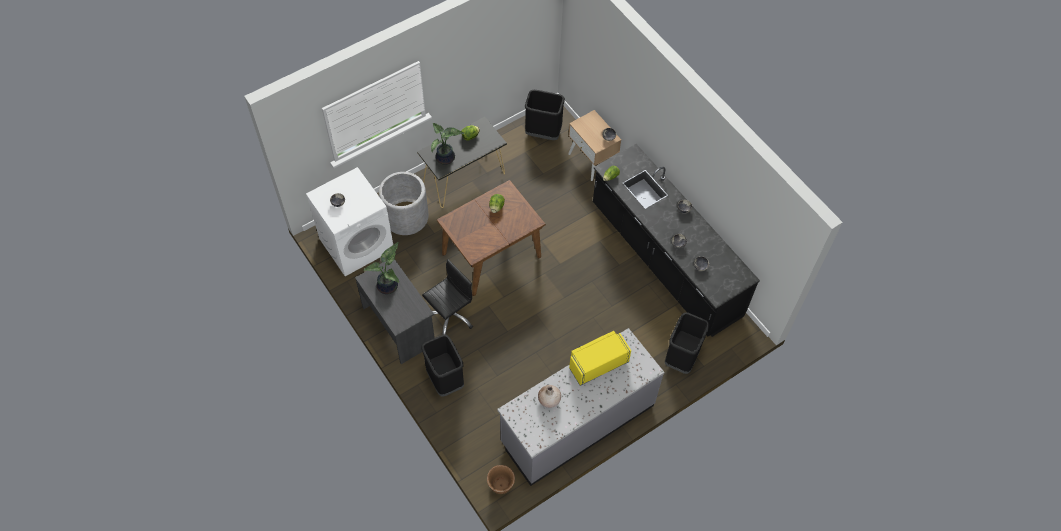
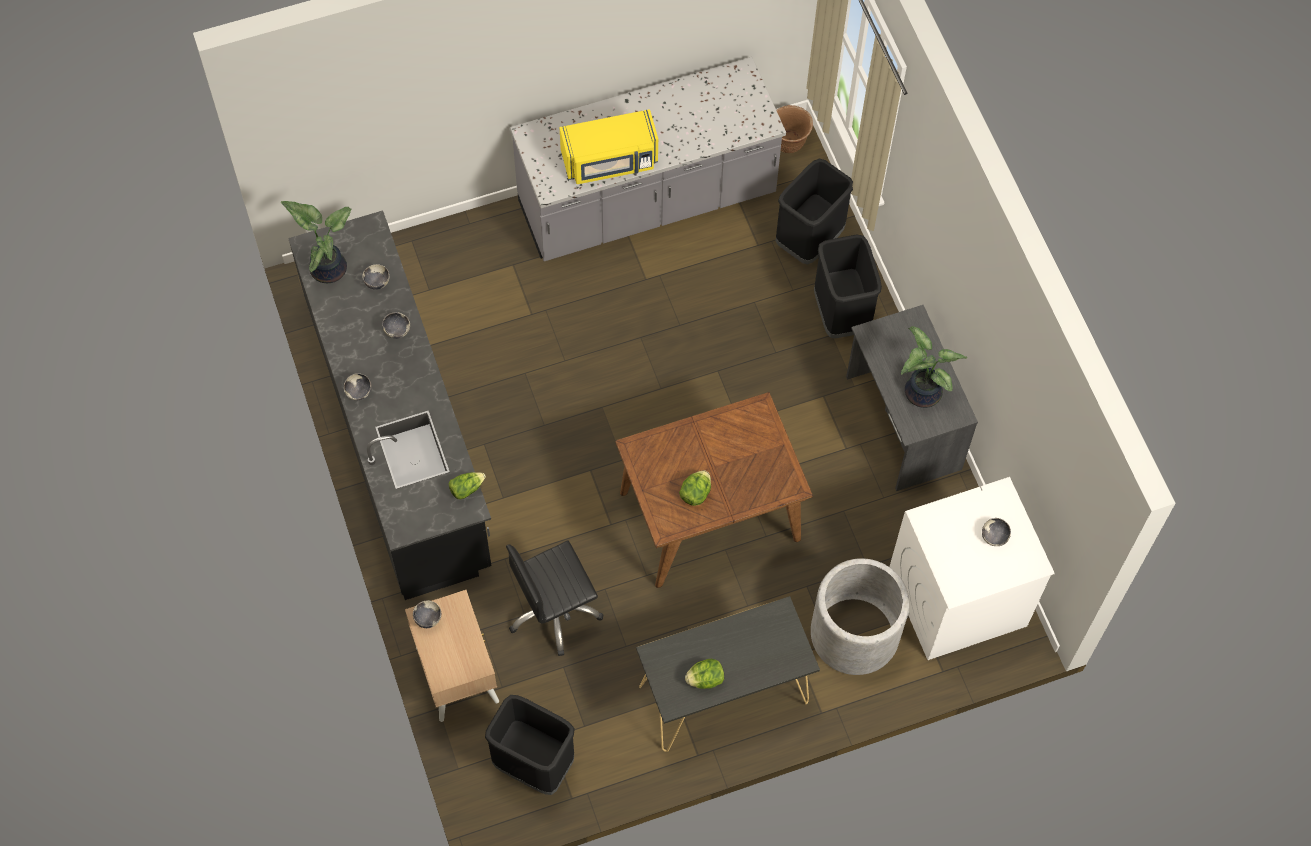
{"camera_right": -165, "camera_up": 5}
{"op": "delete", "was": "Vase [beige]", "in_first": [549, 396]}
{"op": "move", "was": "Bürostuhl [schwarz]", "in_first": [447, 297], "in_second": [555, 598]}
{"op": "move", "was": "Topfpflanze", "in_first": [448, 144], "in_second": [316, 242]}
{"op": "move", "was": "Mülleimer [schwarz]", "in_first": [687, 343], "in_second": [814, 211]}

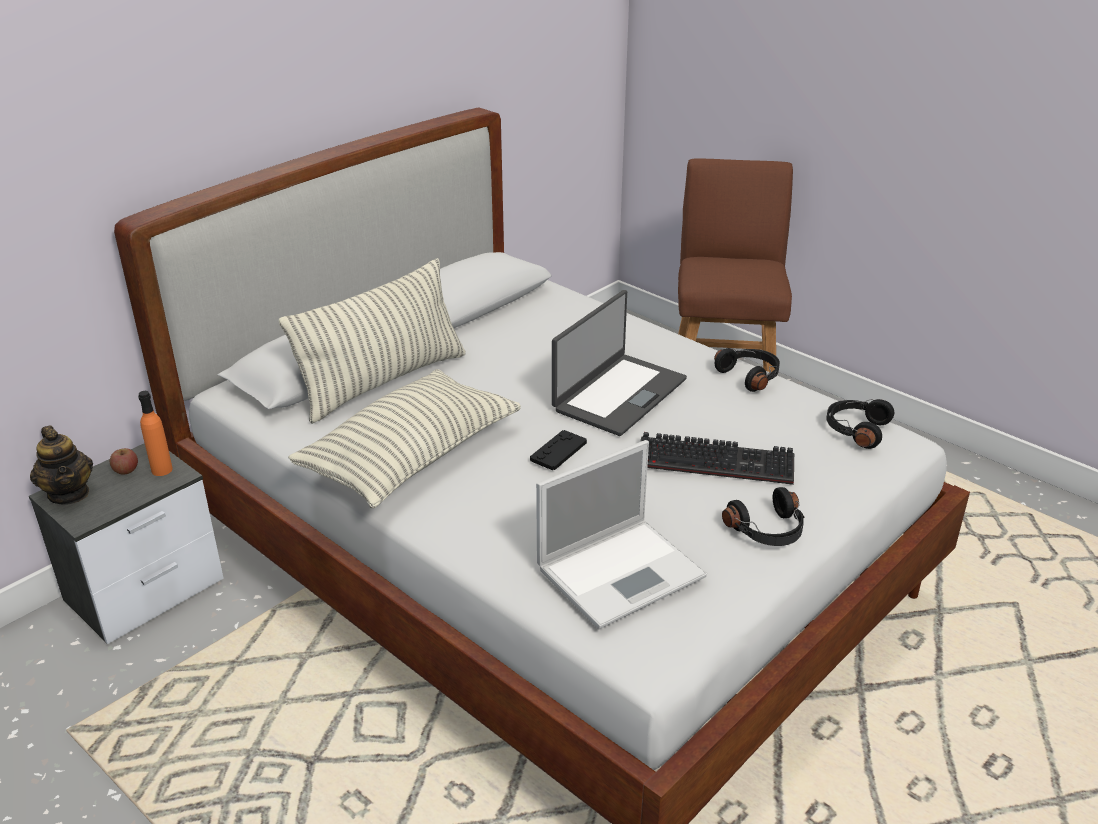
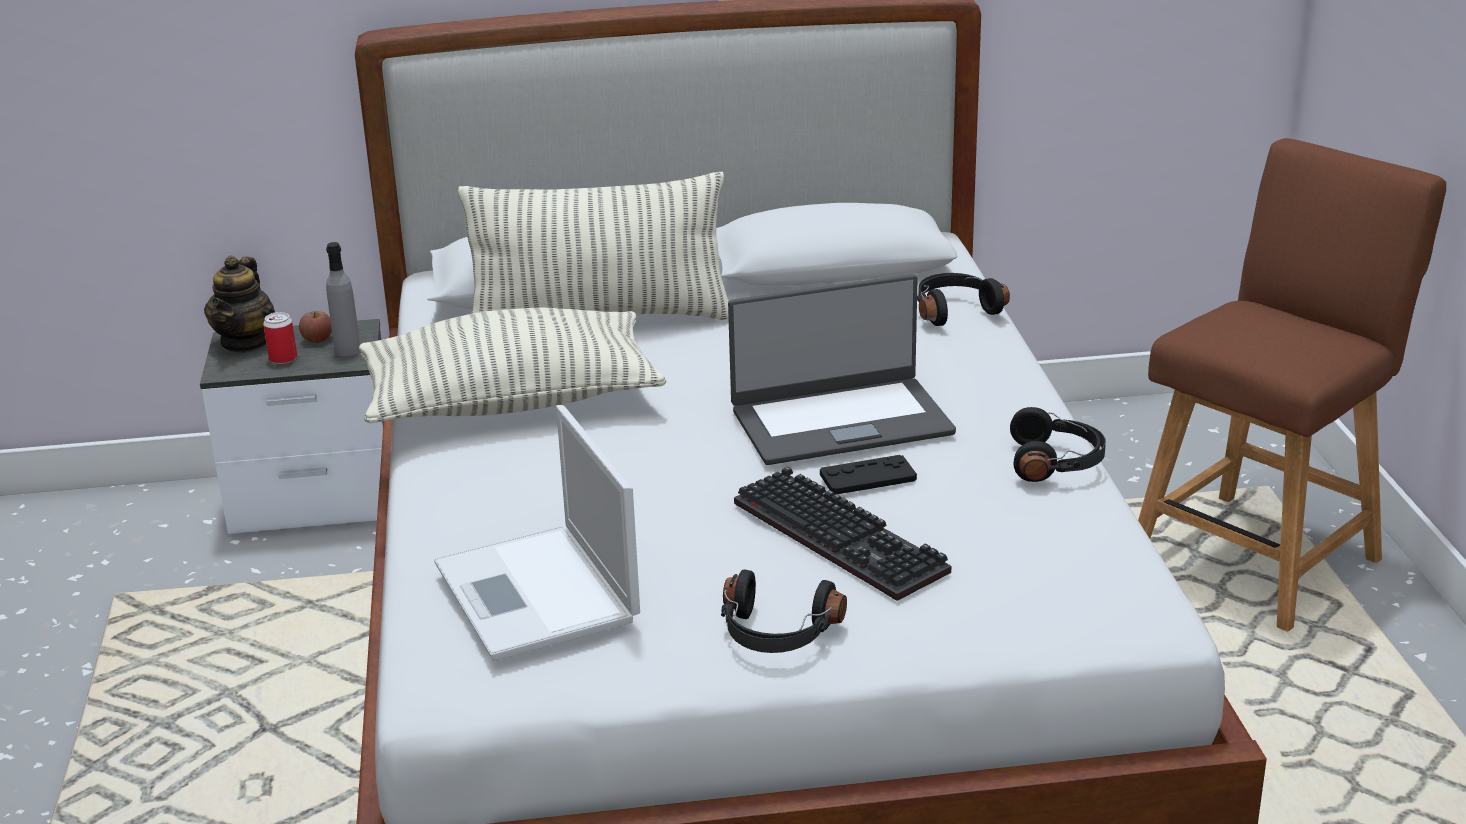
{"camera_right": 40, "camera_up": -5}
{"op": "insert", "now": "Dose", "in_second": [280, 338]}
{"op": "move", "was": "Gamepad [schwarz]", "in_first": [558, 450], "in_second": [868, 474]}
{"op": "move", "was": "Kopfhörer [schwarz]", "in_first": [860, 424], "in_second": [963, 299]}
{"op": "recolor", "was": "Flasche [orange]", "now": "Flasche [grau]", "in_first": [155, 433], "in_second": [343, 299]}
{"op": "rotate", "was": "Laptop", "in_first": [621, 534], "in_second": [537, 533], "clockwise": 60}

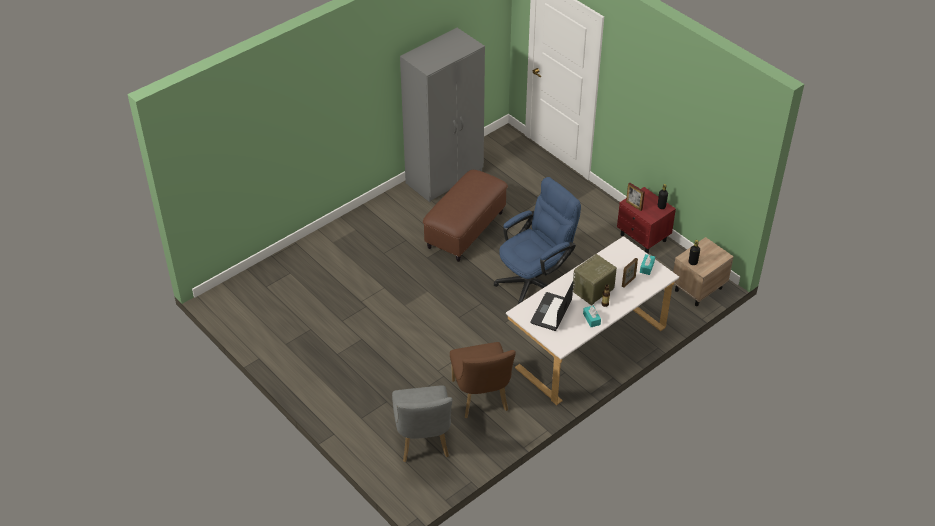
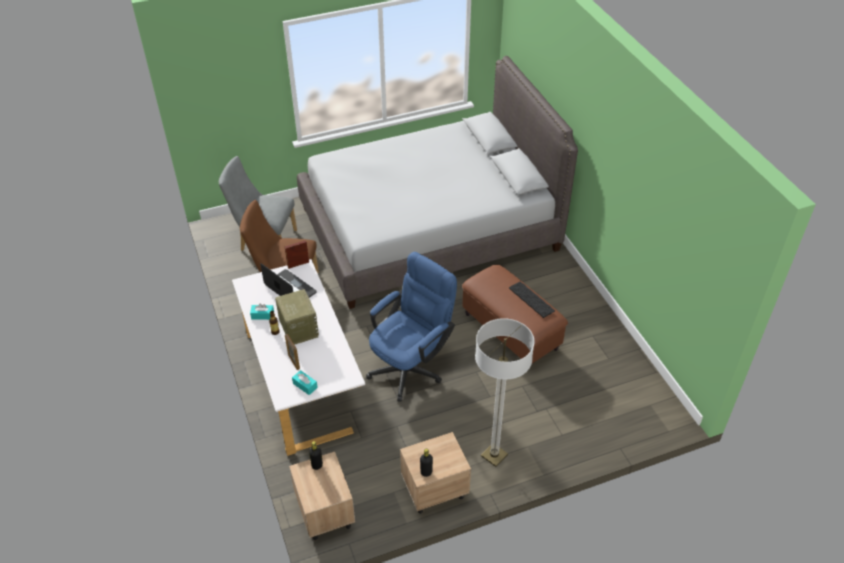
{"camera_right": 110, "camera_up": 0}
{"op": "delete", "was": "Kleiderschrank [grau]", "in_first": [442, 115]}
{"op": "insert", "now": "Bett [grau]", "in_second": [437, 182]}
{"op": "insert", "now": "Stehlampe", "in_second": [505, 392]}
{"op": "insert", "now": "Tastatur", "in_second": [532, 299]}
{"op": "move", "was": "Bilderrahmen", "in_first": [635, 197], "in_second": [297, 254]}
{"op": "recolor", "was": "Nachttisch [rot]", "now": "Nachttisch [beige]", "in_first": [646, 220], "in_second": [435, 473]}
{"op": "rotate", "was": "Bürostuhl [blau]", "in_first": [537, 240], "in_second": [411, 327], "clockwise": -120}

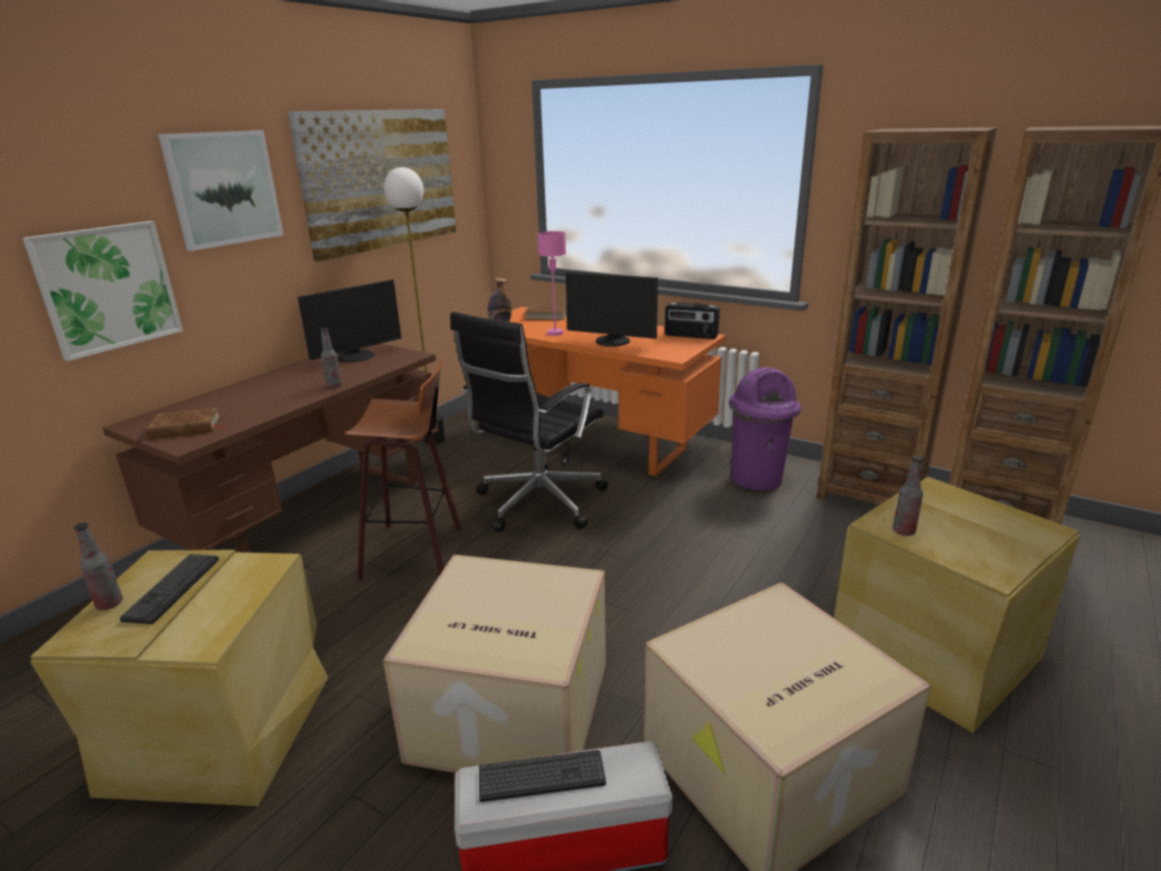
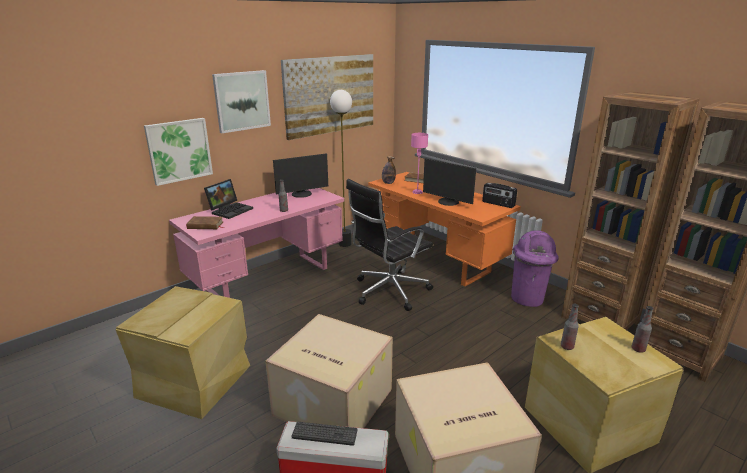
{"camera_right": 15, "camera_up": 0}
{"op": "delete", "was": "Tastatur", "in_first": [169, 589]}
{"op": "delete", "was": "Hocker", "in_first": [403, 470]}
{"op": "insert", "now": "Laptop", "in_second": [228, 199]}
{"op": "move", "was": "Flasche", "in_first": [98, 566], "in_second": [643, 329]}
{"op": "recolor", "was": "Schreibtisch [braun]", "now": "Schreibtisch [rosa]", "in_first": [270, 448], "in_second": [256, 243]}

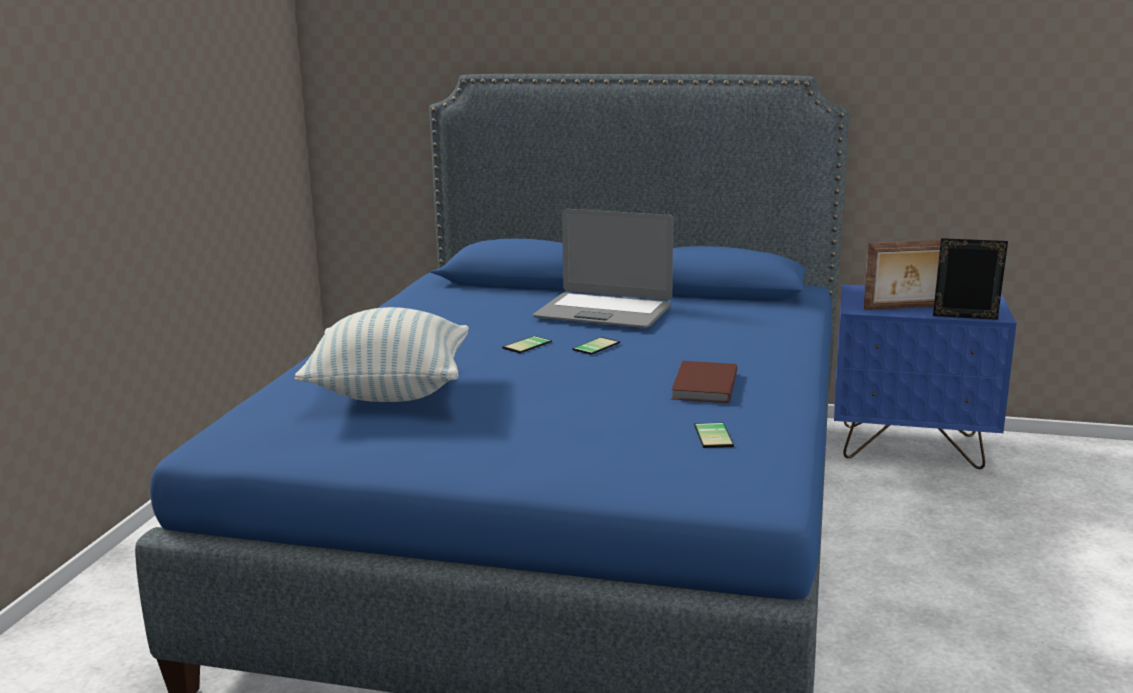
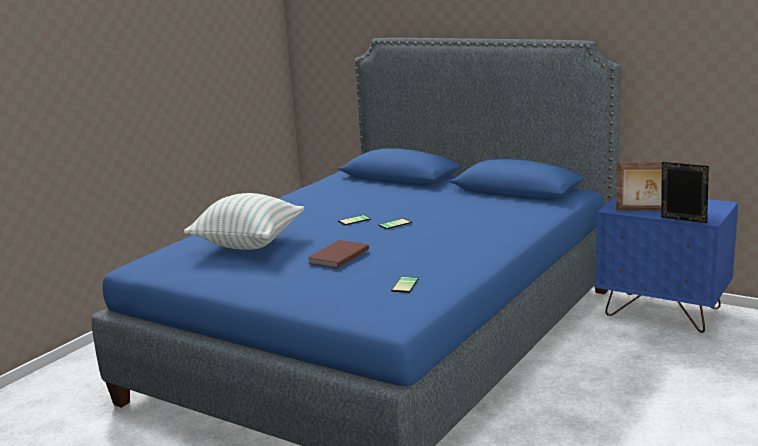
{"camera_right": 20, "camera_up": 0}
{"op": "delete", "was": "Laptop", "in_first": [603, 268]}
{"op": "move", "was": "Buch [braun]", "in_first": [704, 382], "in_second": [338, 254]}

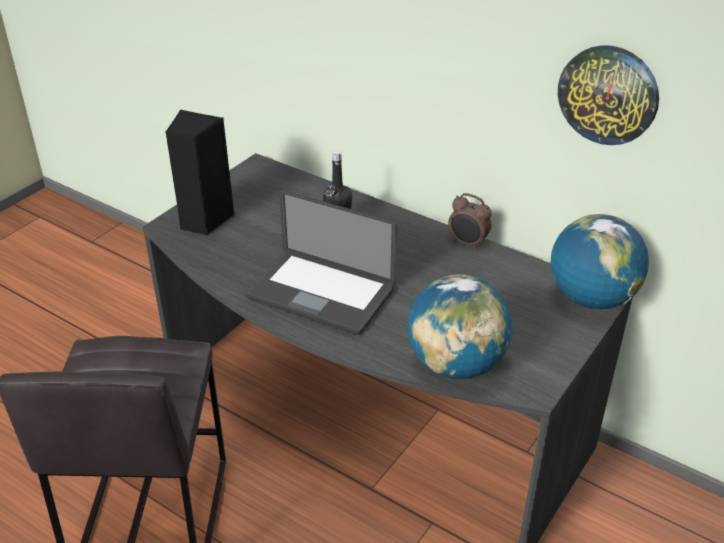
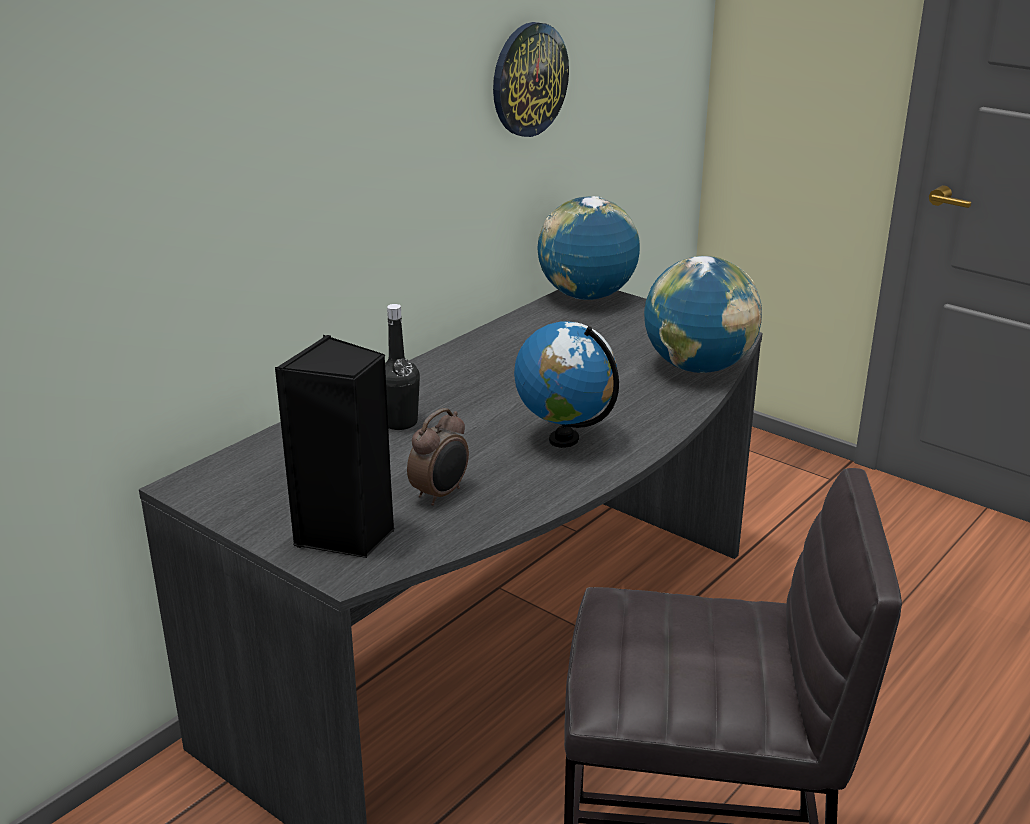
{"camera_right": -85, "camera_up": -10}
{"op": "move", "was": "Wecker", "in_first": [470, 221], "in_second": [438, 457]}
{"op": "replace", "was": "Laptop", "now": "Globus", "in_first": [321, 262], "in_second": [566, 384]}

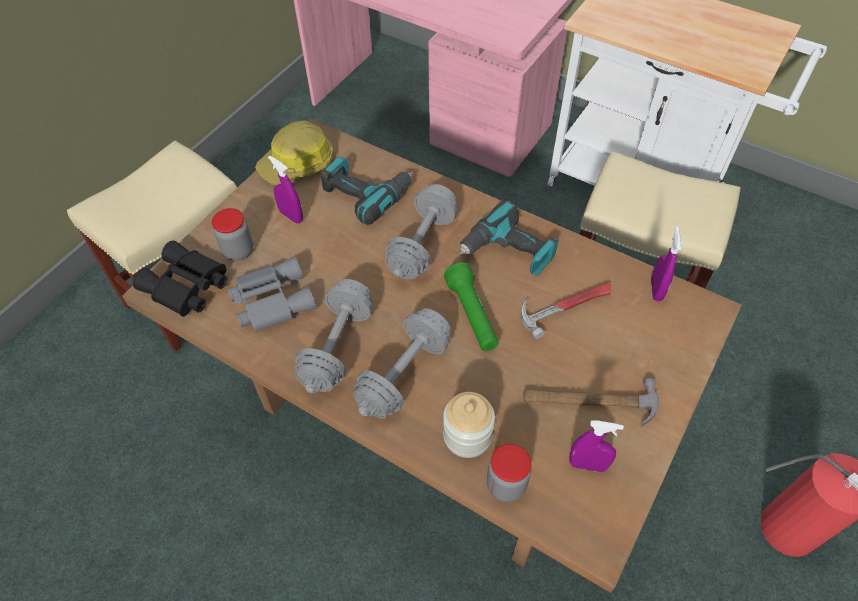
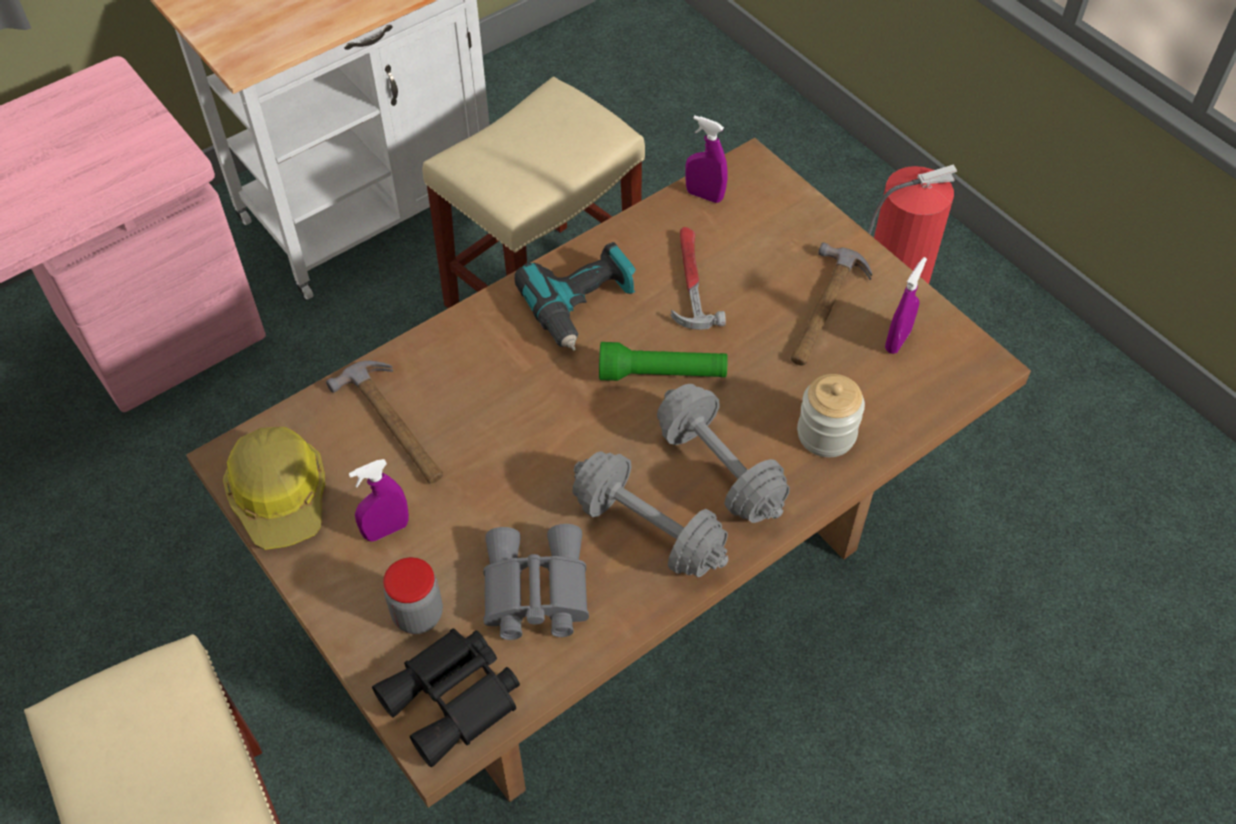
{"camera_right": -70, "camera_up": 0}
{"op": "delete", "was": "Hantel [grau]", "in_first": [421, 231]}
{"op": "delete", "was": "Vorratsglas", "in_first": [509, 473]}
{"op": "replace", "was": "Bohrmaschine", "now": "Hammer", "in_first": [367, 190], "in_second": [384, 422]}

